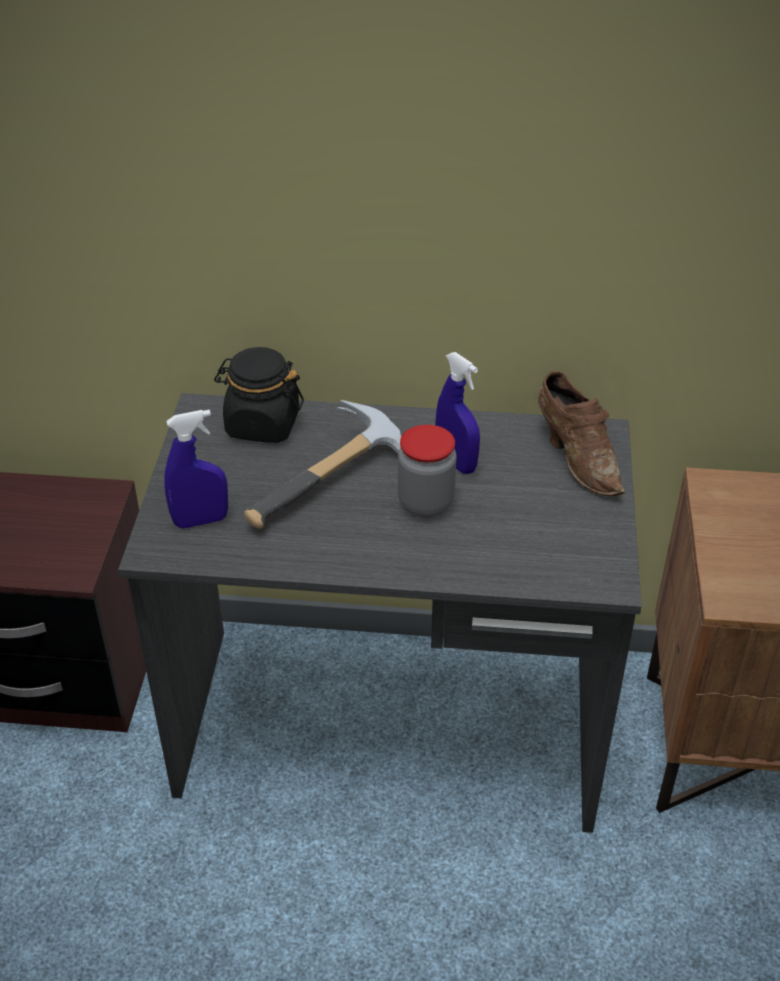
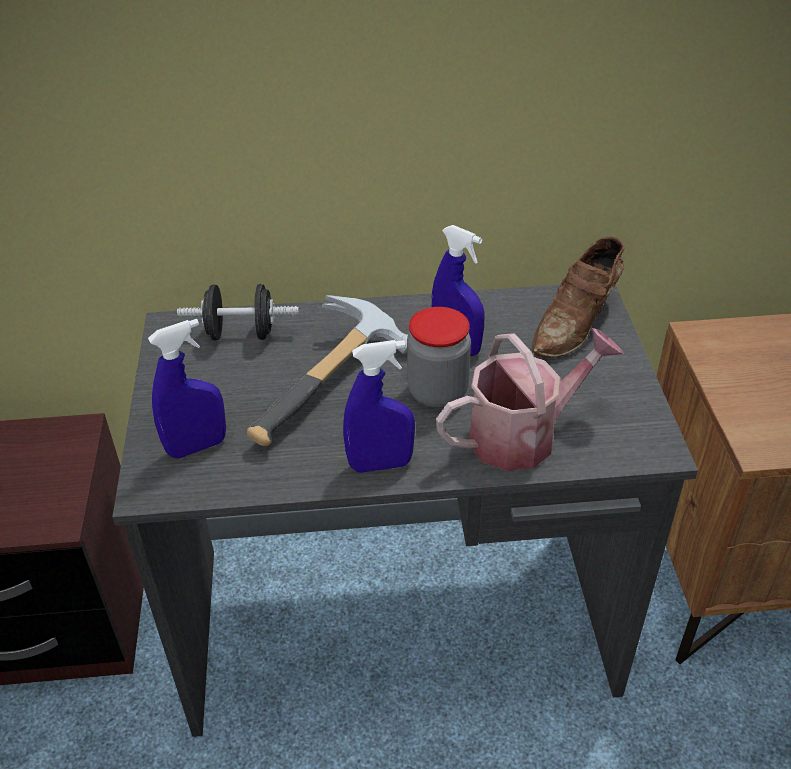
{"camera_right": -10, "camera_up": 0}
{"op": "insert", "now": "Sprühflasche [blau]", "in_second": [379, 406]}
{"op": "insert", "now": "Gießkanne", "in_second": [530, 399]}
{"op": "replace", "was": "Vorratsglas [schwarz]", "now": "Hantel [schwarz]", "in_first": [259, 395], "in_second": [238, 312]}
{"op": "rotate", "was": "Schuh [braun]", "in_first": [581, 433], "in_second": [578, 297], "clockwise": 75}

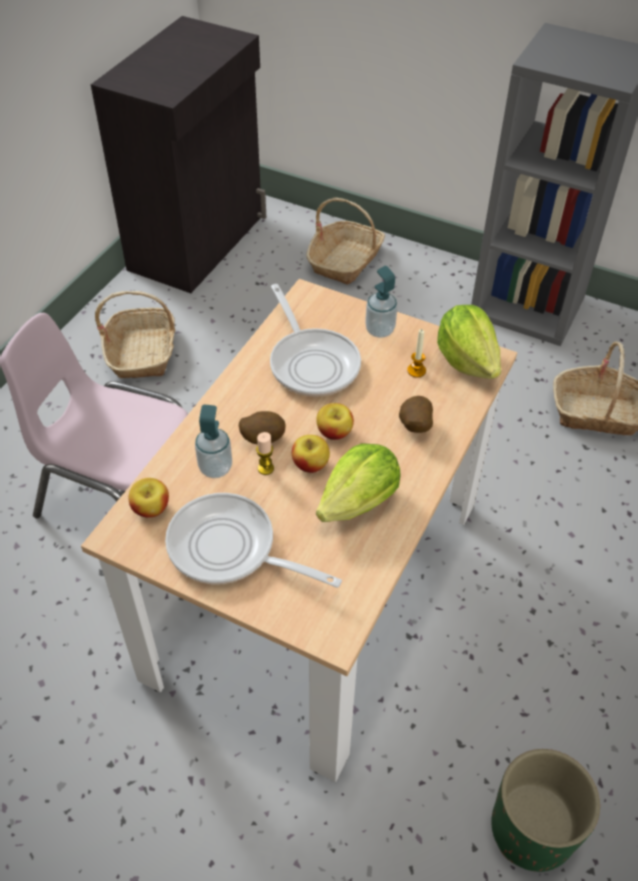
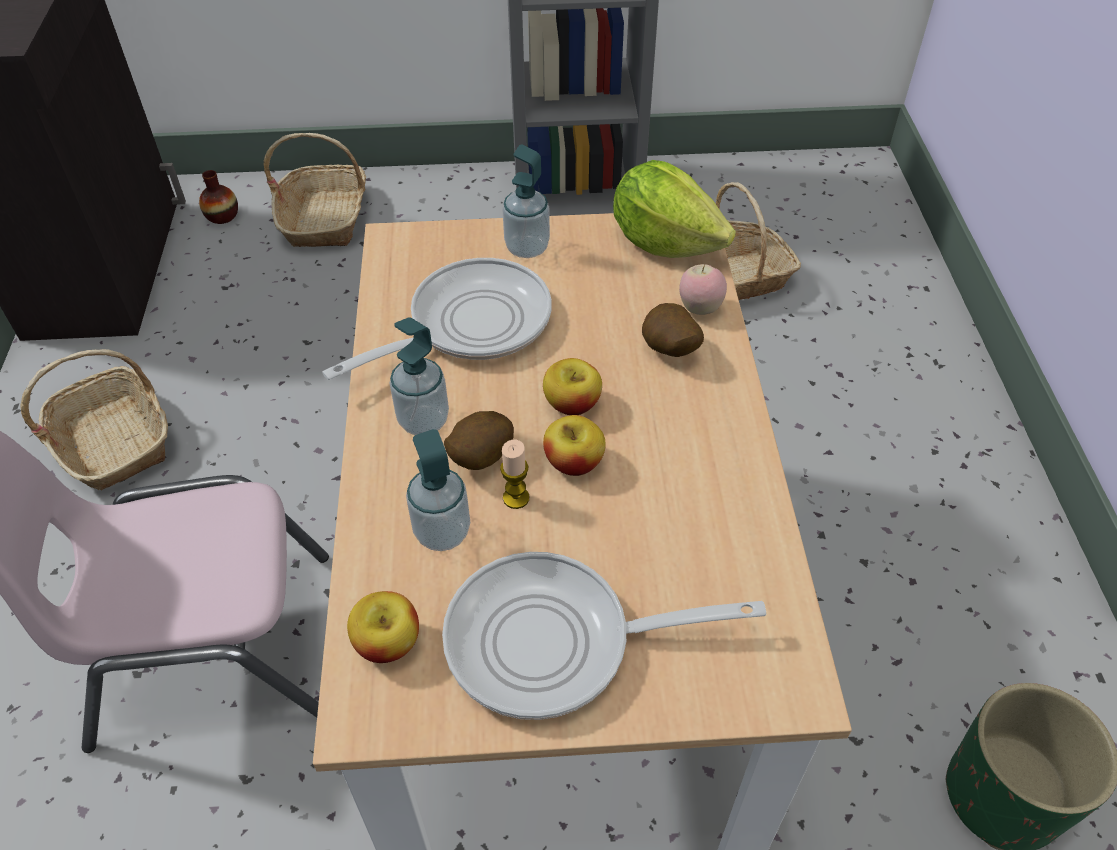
{"camera_right": -30, "camera_up": 0}
{"op": "delete", "was": "Salatkopf", "in_first": [358, 482]}
{"op": "delete", "was": "Kerze", "in_first": [416, 353]}
{"op": "insert", "now": "Vase", "in_second": [218, 197]}
{"op": "insert", "now": "Seifenspender", "in_second": [419, 376]}
{"op": "insert", "now": "Apfel", "in_second": [703, 289]}
{"op": "rotate", "was": "Pfanne", "in_first": [315, 340], "in_second": [437, 319], "clockwise": -75}

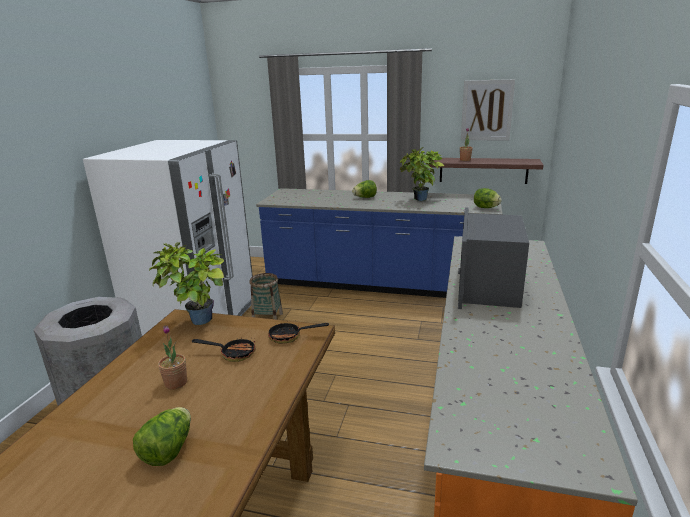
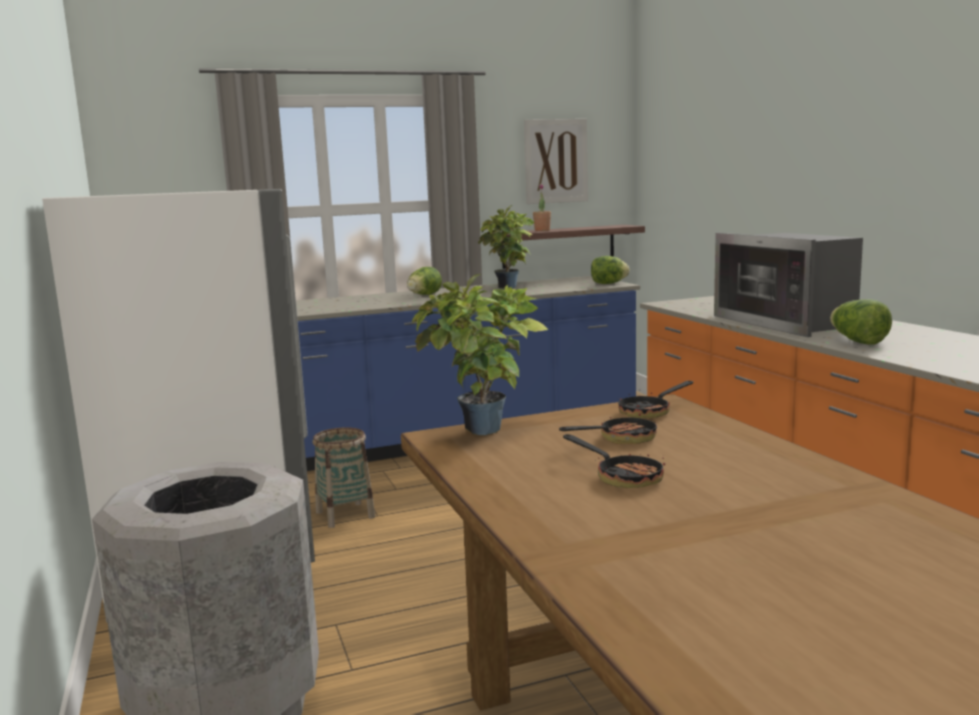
{"camera_right": -35, "camera_up": -10}
{"op": "move", "was": "Salatkopf", "in_first": [162, 436], "in_second": [861, 322]}
{"op": "replace", "was": "Topfpflanze", "now": "Pfanne", "in_first": [172, 357], "in_second": [614, 461]}

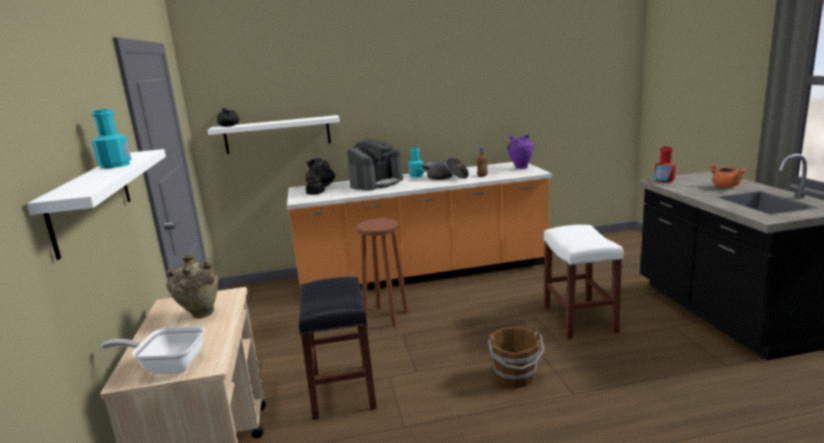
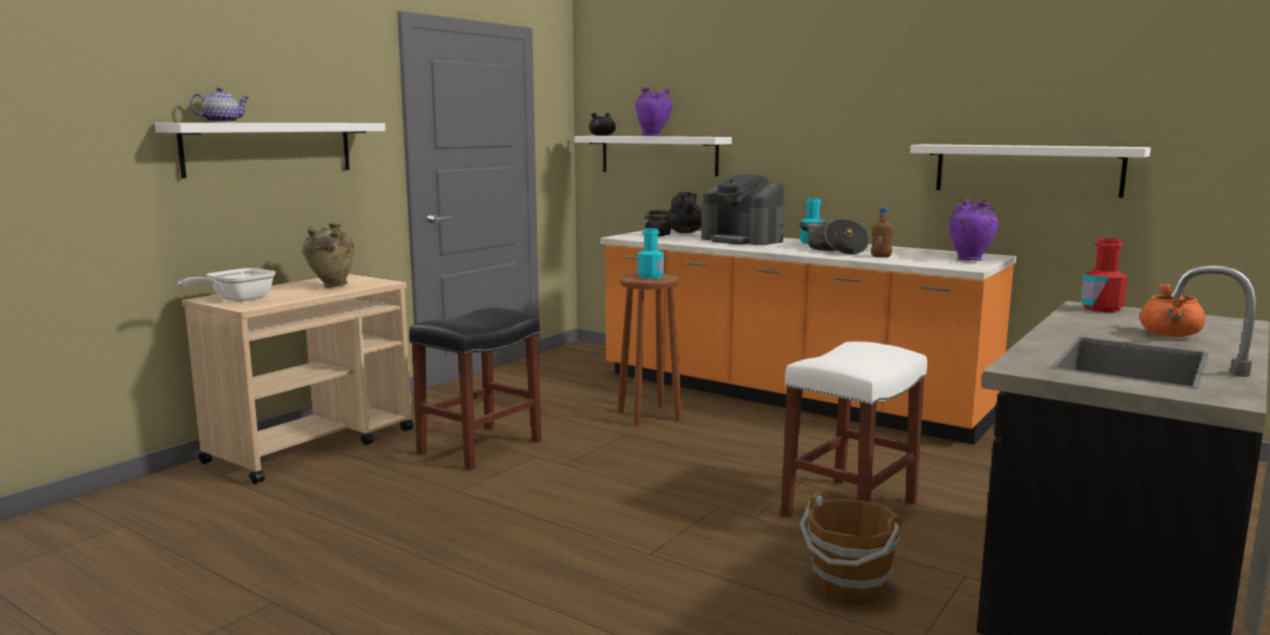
{"camera_right": 45, "camera_up": -5}
{"op": "insert", "now": "Teekanne", "in_second": [220, 104]}
{"op": "insert", "now": "Vase [lila]", "in_second": [654, 111]}
{"op": "insert", "now": "Wandregal [weiß]", "in_second": [1030, 171]}
{"op": "move", "was": "Flasche [türkis]", "in_first": [111, 139], "in_second": [651, 253]}
{"op": "move", "was": "Eimer [braun]", "in_first": [516, 357], "in_second": [851, 548]}
{"op": "rotate", "was": "Pfanne", "in_first": [153, 350], "in_second": [227, 285], "clockwise": -105}
{"op": "rotate", "was": "Kaffeemaschine", "in_first": [375, 165], "in_second": [742, 209], "clockwise": 45}

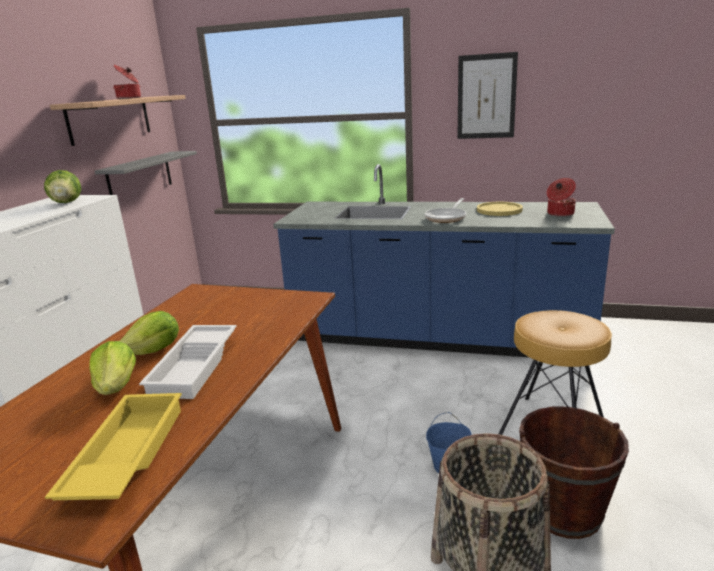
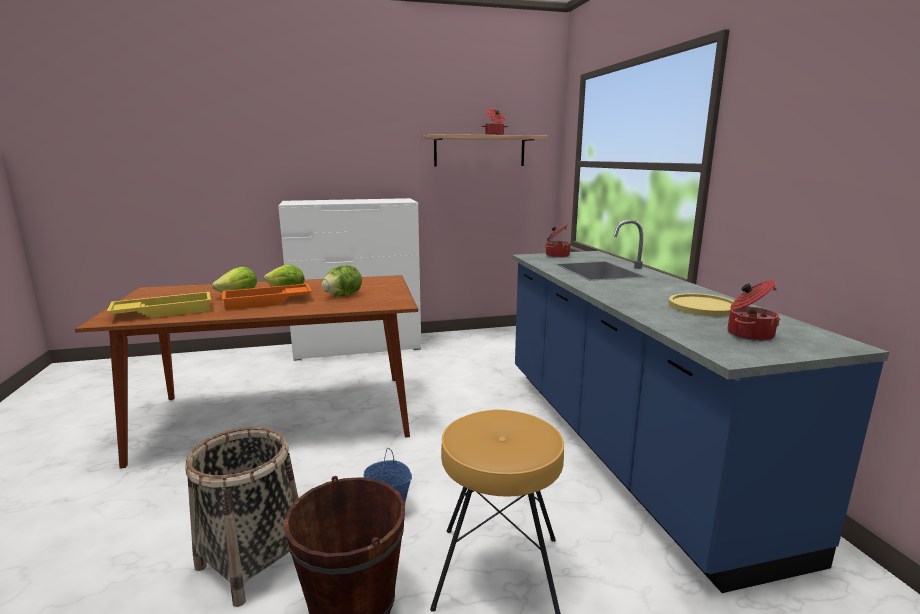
{"camera_right": 60, "camera_up": -5}
{"op": "delete", "was": "Wandregal [grau]", "in_first": [145, 173]}
{"op": "delete", "was": "Pfanne", "in_first": [445, 210]}
{"op": "delete", "was": "Bild", "in_first": [487, 95]}
{"op": "insert", "now": "Kochtopf", "in_second": [558, 241]}
{"op": "move", "was": "Salatkopf", "in_first": [62, 186], "in_second": [341, 281]}
{"op": "recolor", "was": "Tablett [weiß]", "now": "Tablett [orange]", "in_first": [188, 362], "in_second": [267, 297]}

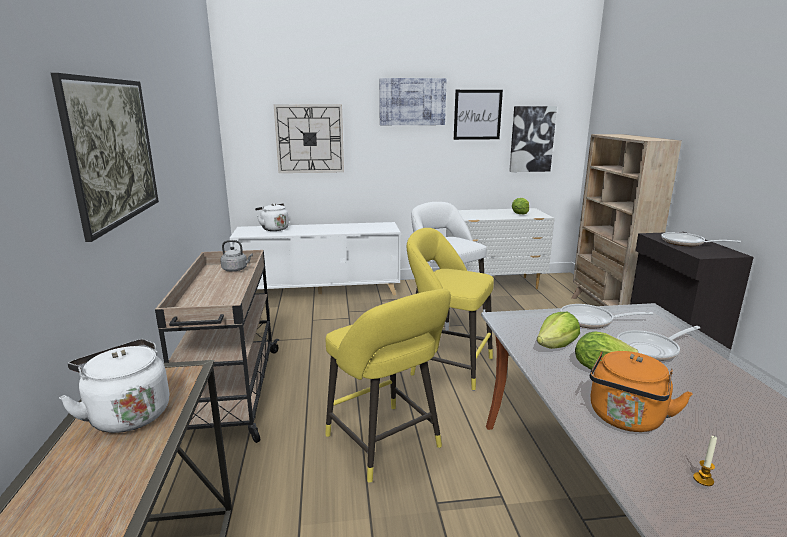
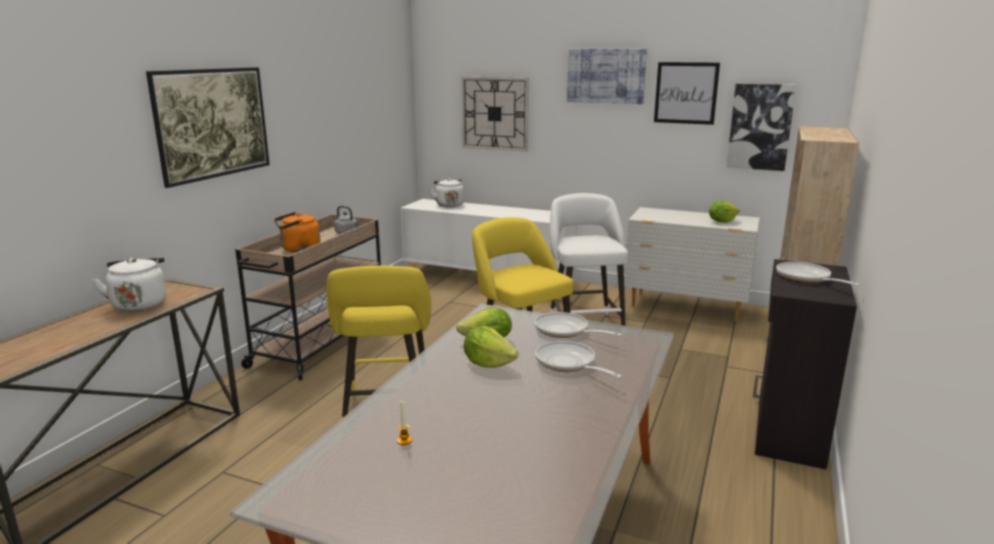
{"camera_right": 30, "camera_up": 0}
{"op": "move", "was": "Wasserkessel [orange]", "in_first": [641, 391], "in_second": [297, 232]}
{"op": "rotate", "was": "Pfanne", "in_first": [658, 343], "in_second": [579, 359], "clockwise": 45}

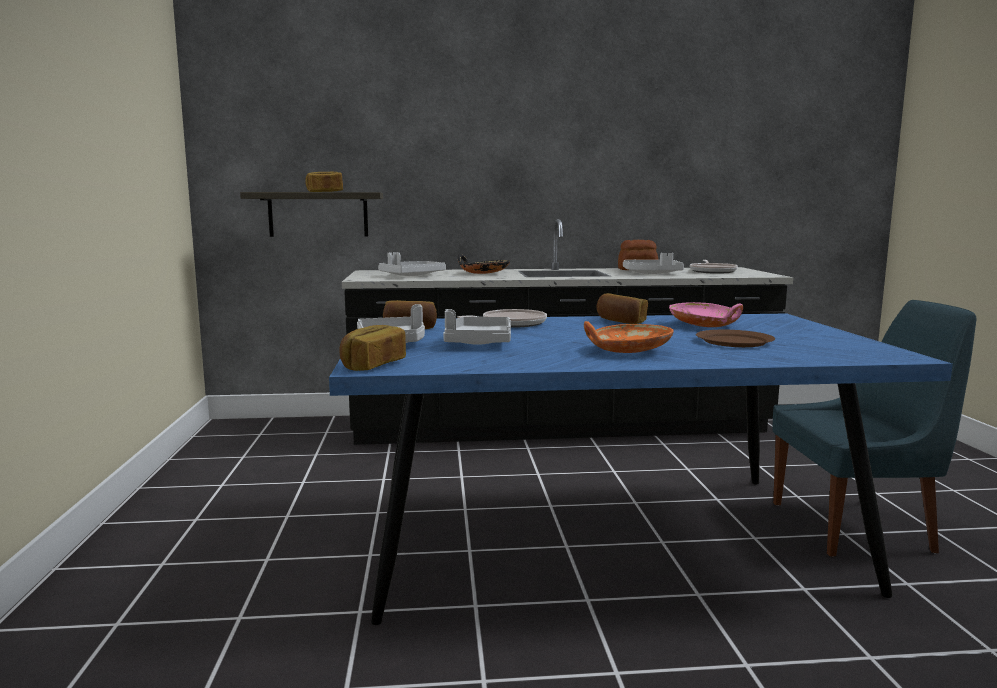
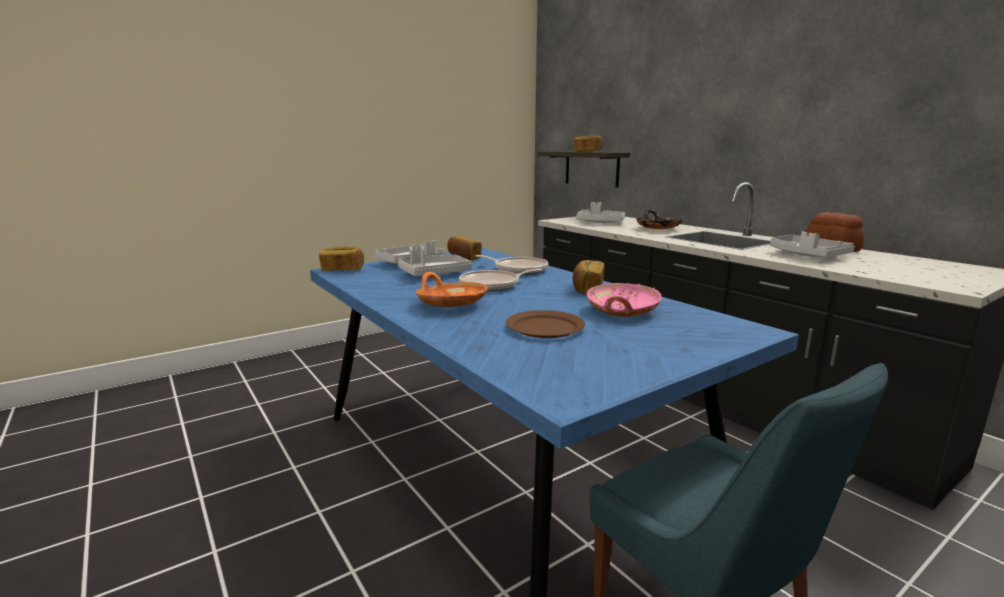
{"camera_right": 60, "camera_up": 5}
{"op": "move", "was": "Pfanne", "in_first": [714, 267], "in_second": [500, 280]}

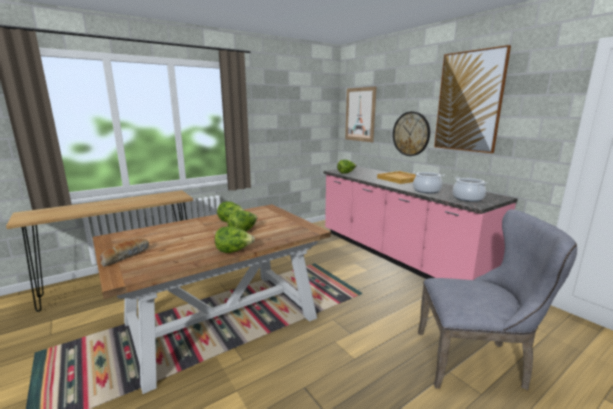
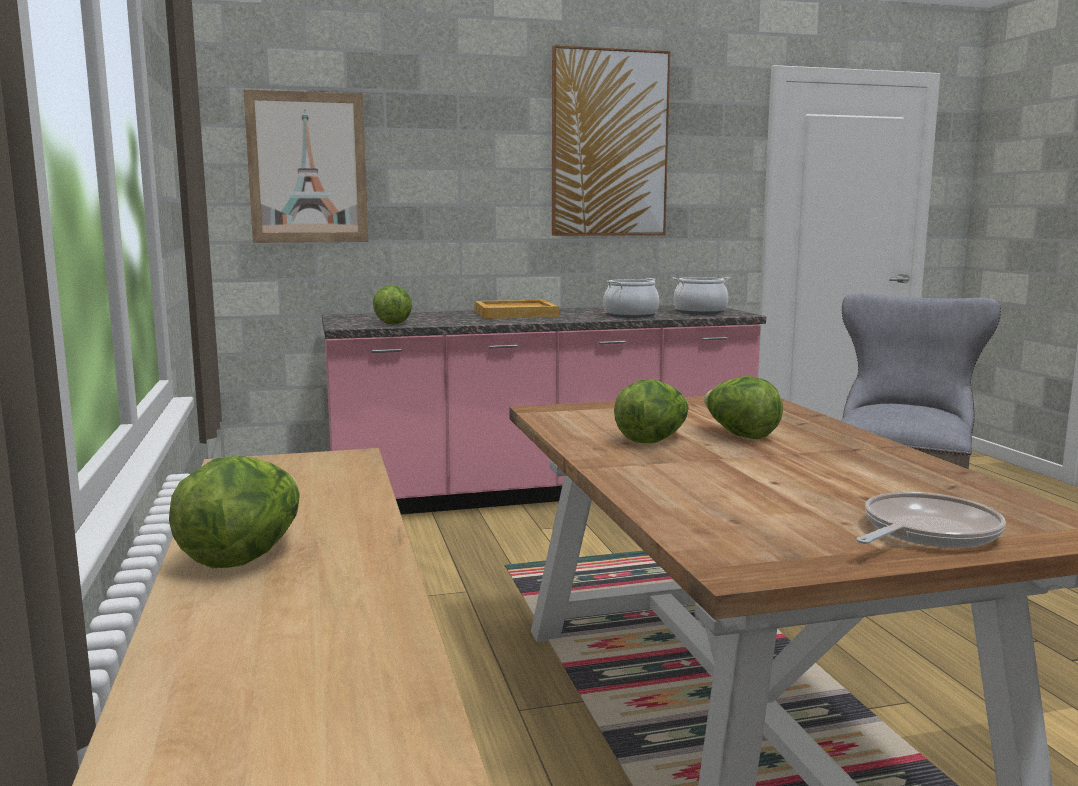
{"camera_right": -70, "camera_up": -5}
{"op": "delete", "was": "Wanduhr", "in_first": [411, 134]}
{"op": "move", "was": "Salatkopf", "in_first": [235, 239], "in_second": [234, 512]}
{"op": "replace", "was": "Brot", "now": "Pfanne", "in_first": [124, 253], "in_second": [931, 520]}

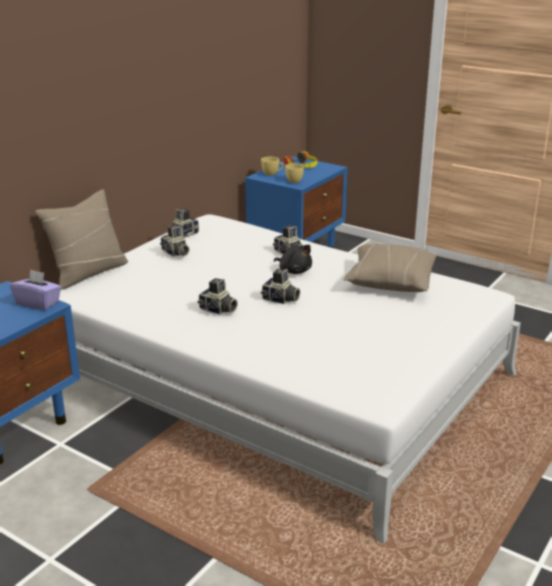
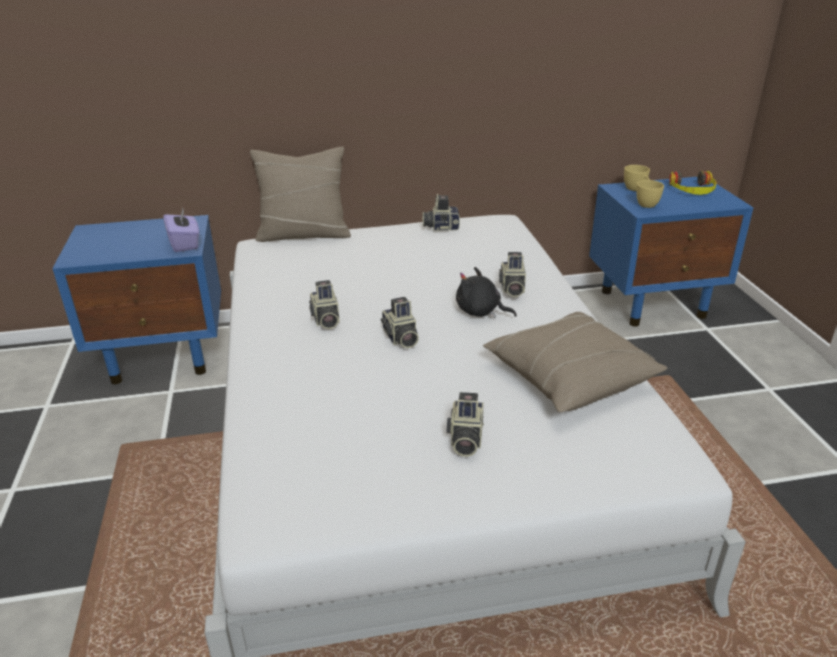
{"camera_right": 45, "camera_up": 5}
{"op": "move", "was": "Kamera", "in_first": [174, 241], "in_second": [465, 424]}
{"op": "rotate", "was": "Plüschtier [schwarz]", "in_first": [293, 259], "in_second": [486, 292], "clockwise": 120}

